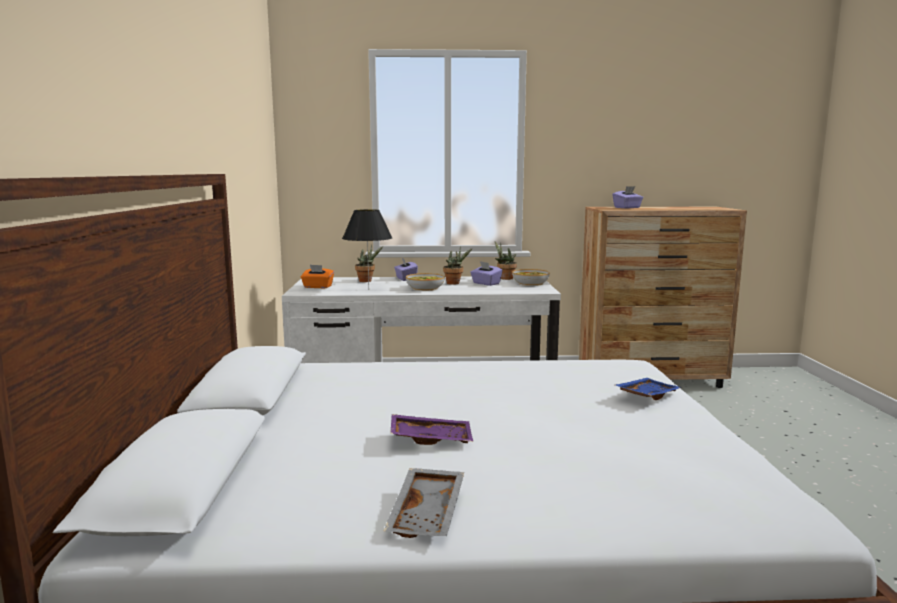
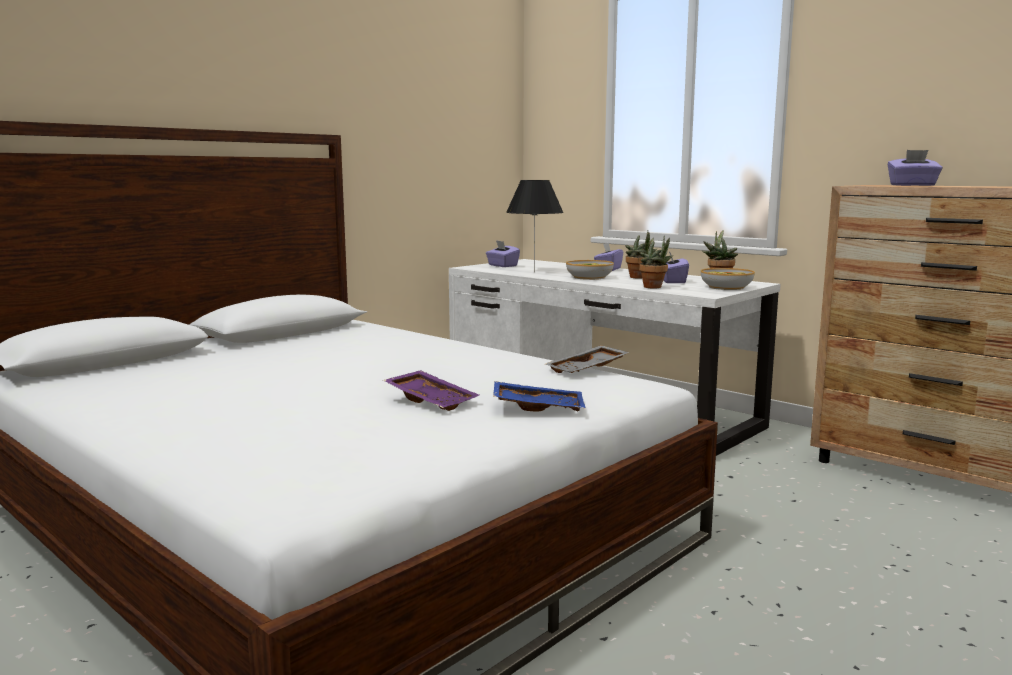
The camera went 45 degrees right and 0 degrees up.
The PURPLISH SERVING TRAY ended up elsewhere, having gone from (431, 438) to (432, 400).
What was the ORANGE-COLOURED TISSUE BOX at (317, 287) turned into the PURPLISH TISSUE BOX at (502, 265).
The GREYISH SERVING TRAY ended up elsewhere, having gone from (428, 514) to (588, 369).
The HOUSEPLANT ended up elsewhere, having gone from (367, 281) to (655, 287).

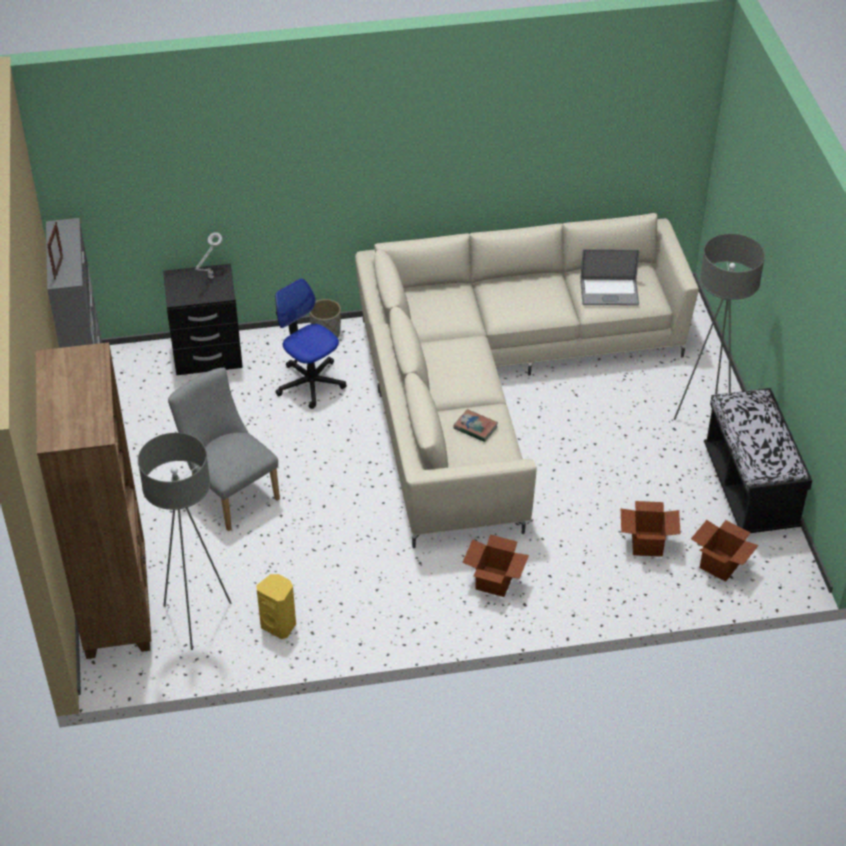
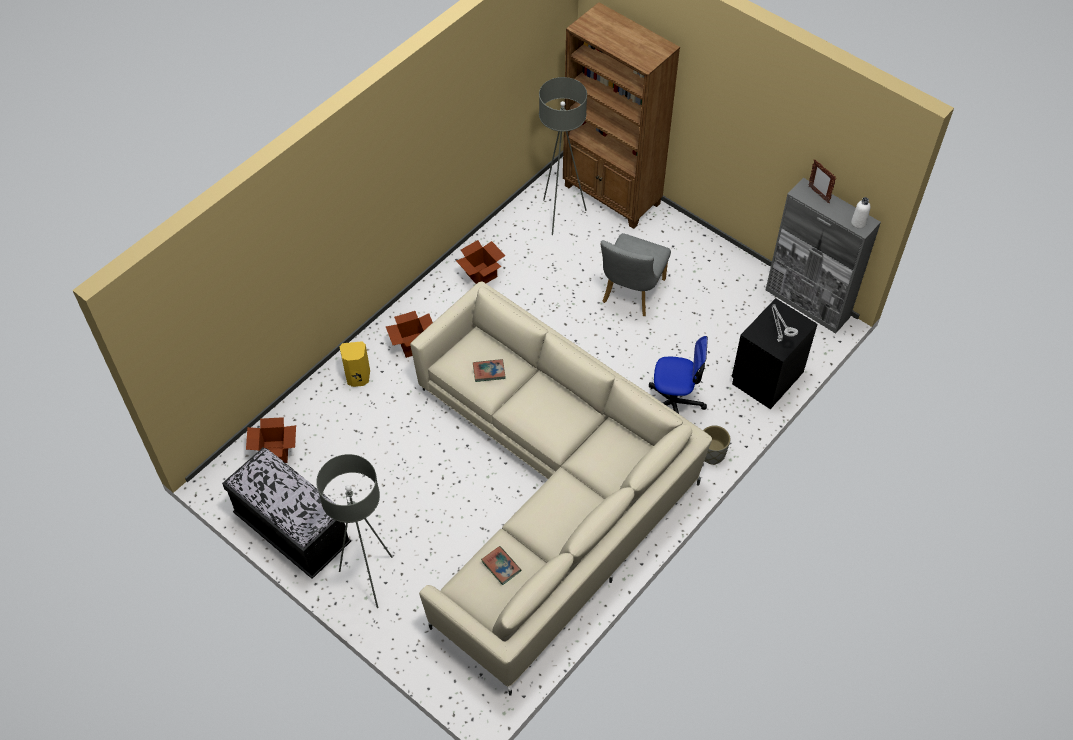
The camera went 140 degrees right and 10 degrees up.
The YELLOW-COLOURED LOUDSPEAKER ended up elsewhere, having gone from (279, 625) to (357, 378).
The PACKING BOX ended up elsewhere, having gone from (647, 544) to (481, 275).
Where the NOTEBOOK COMPUTER stood at (609, 292), the BOUND BOOK came to stand at (501, 566).
The GREYISH UPRIGHT CHAIR at (229, 492) ended up facing another way, 105 degrees clockwise from before.
The second view gained the WHITE DRINK BOTTLE at (858, 223).

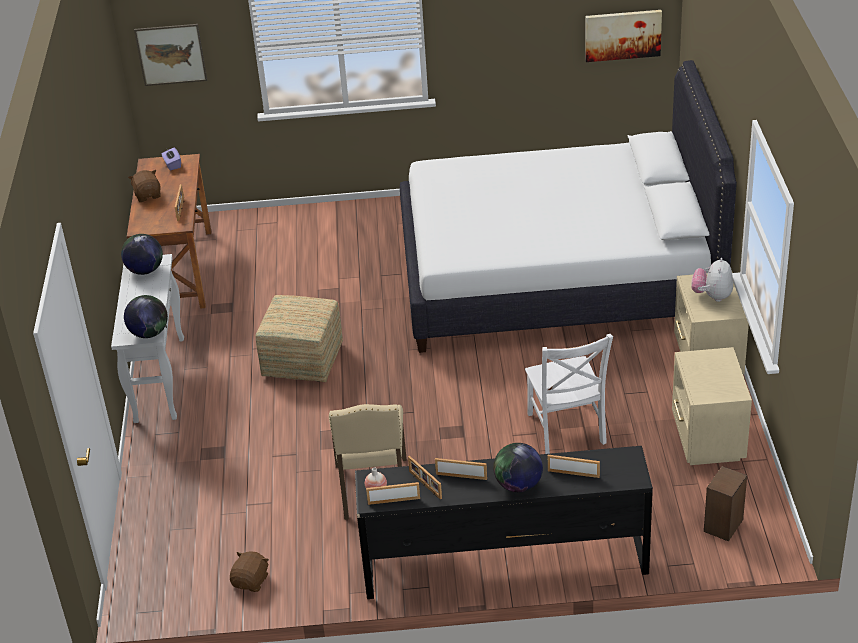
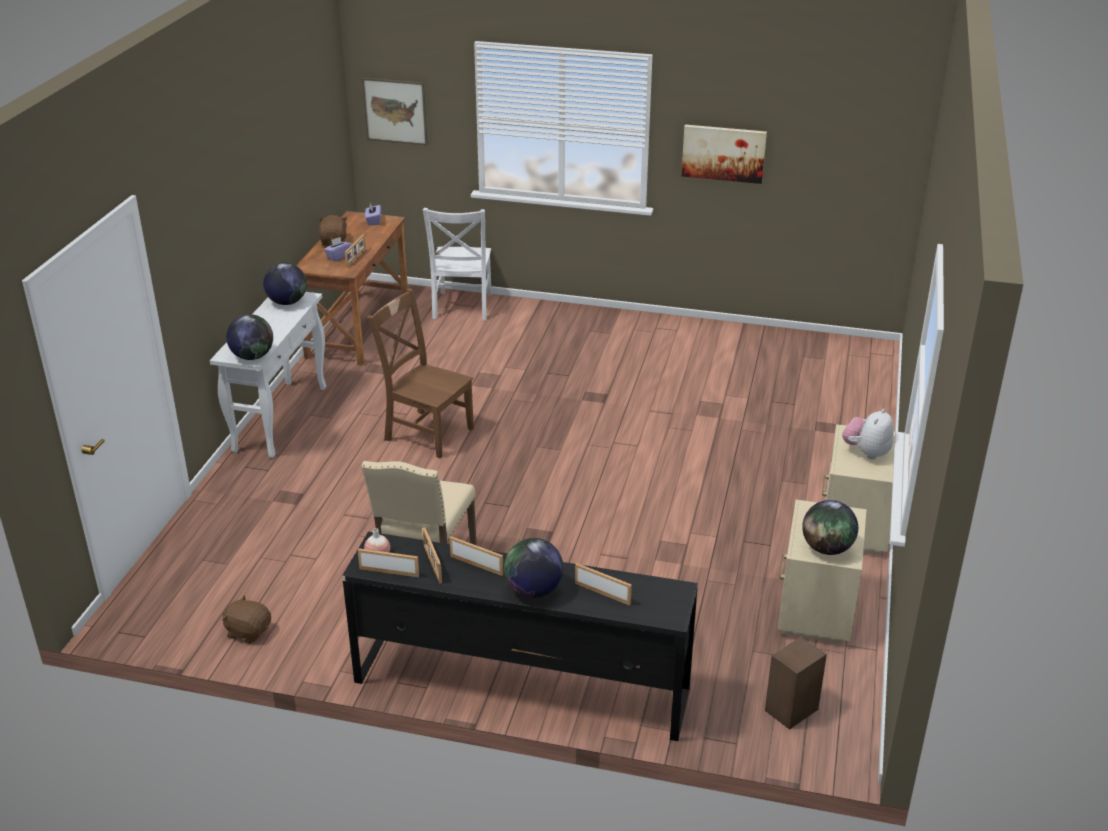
The camera went 15 degrees right and 5 degrees down.
The BROWN CUDDLY TOY at (251, 581) ended up facing another way, 105 degrees counterclockwise from before.
The second view gained the PURPLISH TISSUE BOX at (338, 257).
Where the FOOTREST stood at (302, 360), the BROWN UPRIGHT CHAIR came to stand at (426, 432).
The WHITE UPRIGHT CHAIR ended up elsewhere, having gone from (566, 431) to (462, 307).
The WALL ART ended up elsewhere, having gone from (622, 35) to (723, 153).
The second view gained the GLOBE at (827, 548).
The second view lost the WHITE BEDROOM BED at (556, 276).

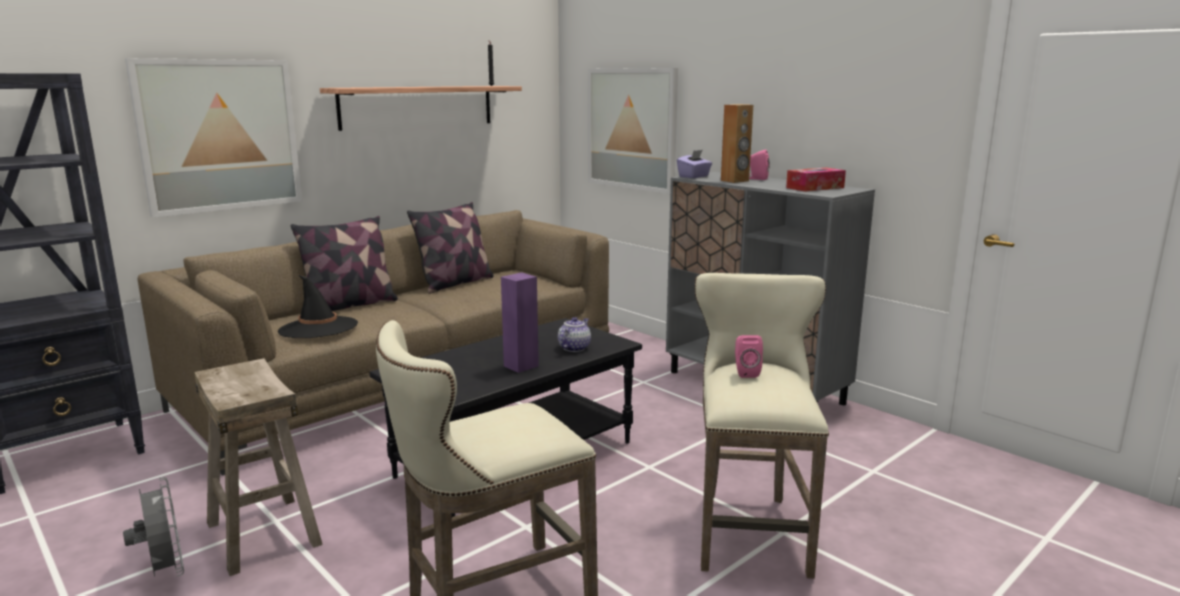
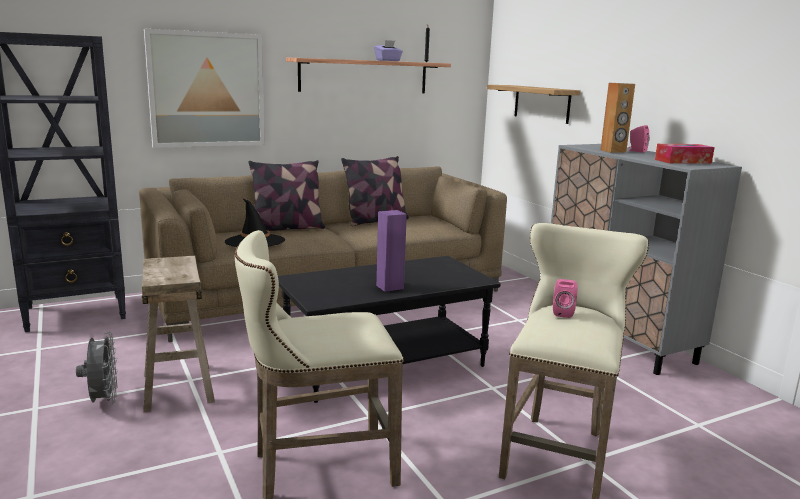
The camera went 15 degrees right and 0 degrees up.
The PURPLISH TISSUE BOX ended up elsewhere, having gone from (694, 176) to (388, 60).
Where the WALL ART hung at (632, 129), the WALL SHELF came to hang at (541, 103).
The second view lost the TEAPOT at (574, 348).

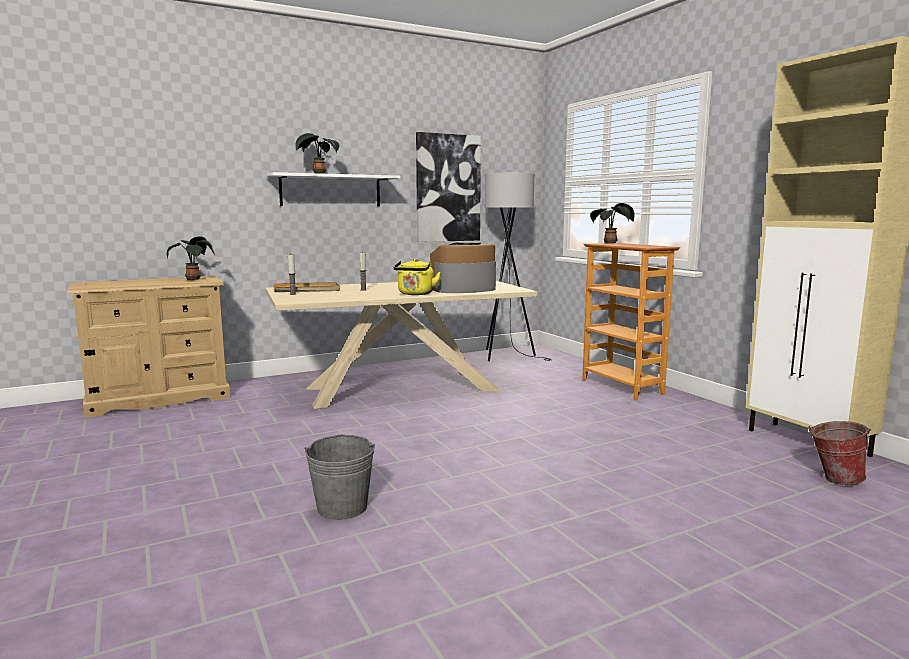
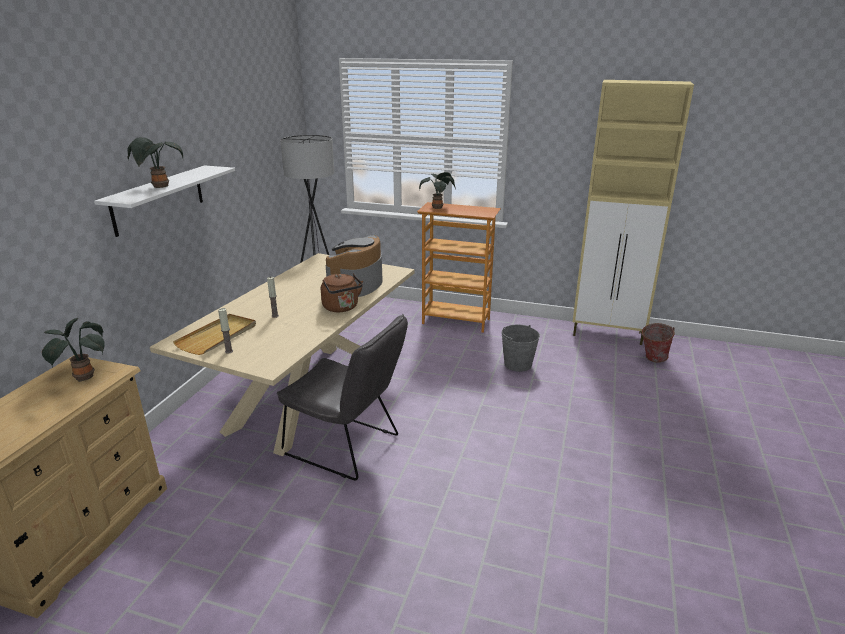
The camera went 45 degrees left and 15 degrees up.
The second view gained the GREYISH UPRIGHT CHAIR at (348, 447).
What was the YELLOW-COLOURED TEA KETTLE at (415, 294) turned into the BROWN TEA KETTLE at (342, 308).
The GREYISH BUCKET ended up elsewhere, having gone from (342, 507) to (517, 364).
The second view lost the WALL ART at (448, 188).

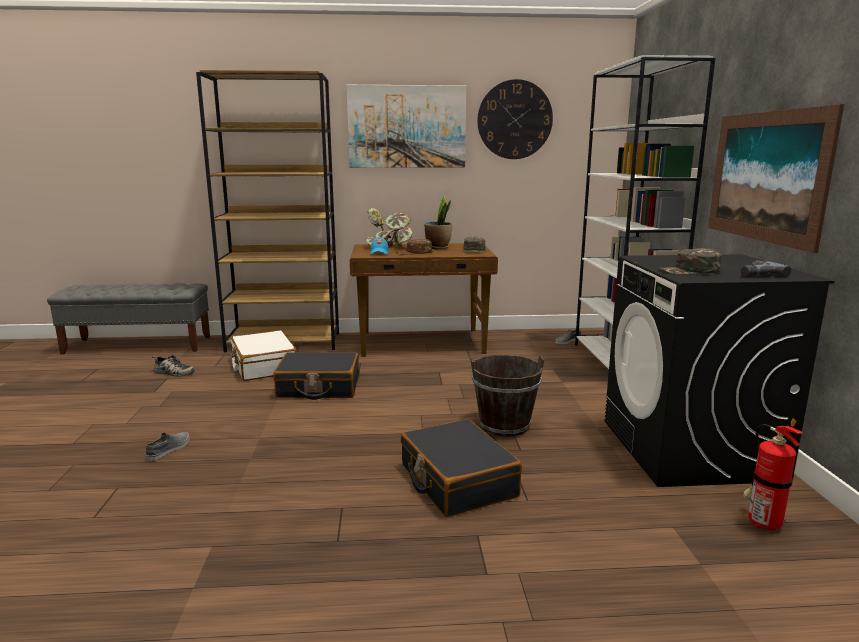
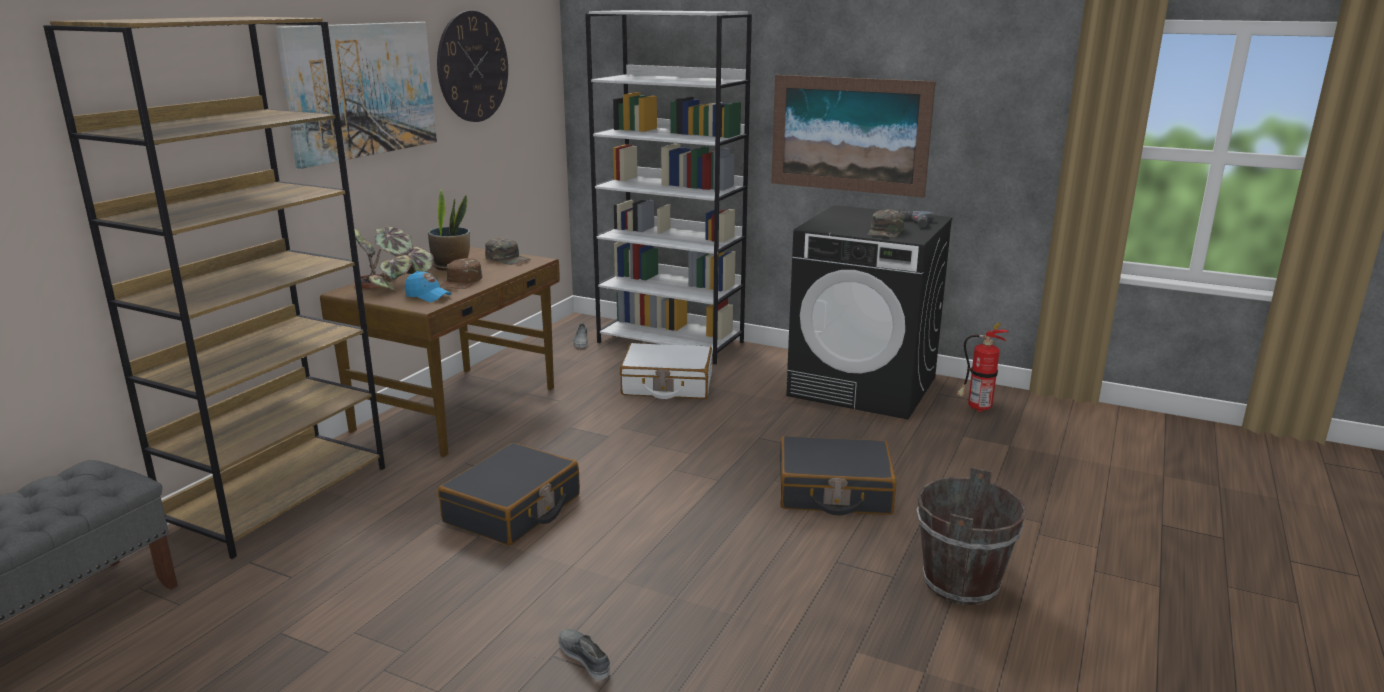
The camera went 60 degrees left and 5 degrees up.
The WHITE PIECE OF LUGGAGE ended up elsewhere, having gone from (264, 366) to (667, 385).
The BROWN BUCKET ended up elsewhere, having gone from (504, 426) to (961, 584).
The second view lost the LOW SHOE at (173, 373).

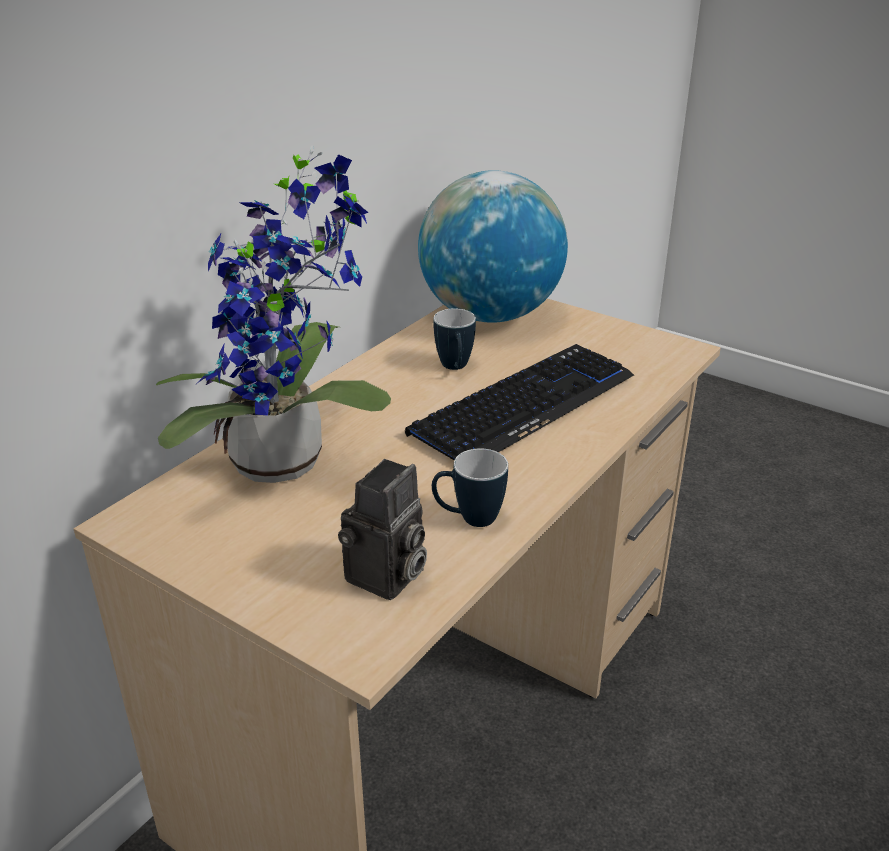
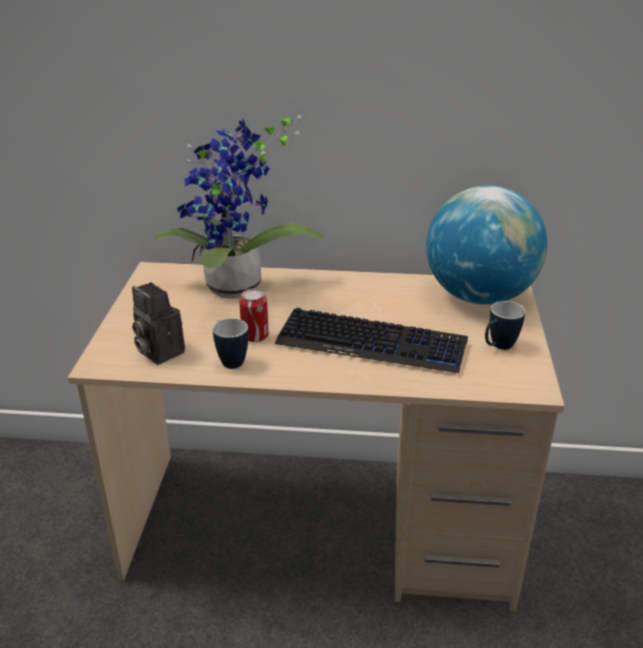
The camera went 60 degrees right and 0 degrees up.
The STILL CAMERA at (386, 578) ended up facing another way, 45 degrees clockwise from before.
The second view gained the METAL CAN at (255, 336).
The MUG ended up elsewhere, having gone from (455, 368) to (498, 347).

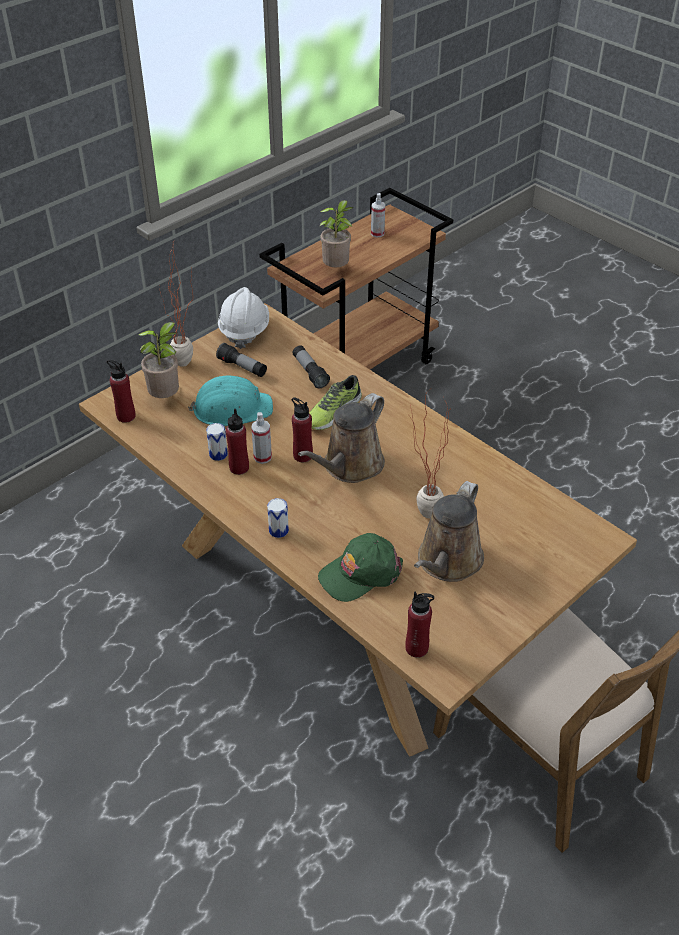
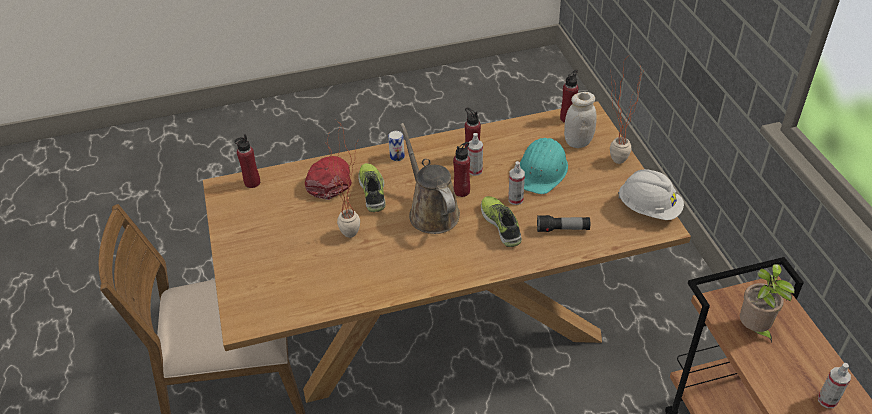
The camera went 120 degrees right and 0 degrees up.
What was the GREEN BASEBALL CAP at (360, 573) turned into the RED-COLOURED BASEBALL CAP at (329, 180).
The second view gained the LOW SHOE at (373, 191).
The second view gained the HAND SPRAYER at (515, 199).
Where the HOUSEPLANT stood at (166, 397), the WHITE PRESERVE JAR came to stand at (578, 142).
The second view lost the METAL CAN at (218, 454).
The second view lost the FLASHLIGHT at (242, 367).
The second view lost the BROWN SPRINKLING CAN at (447, 562).

